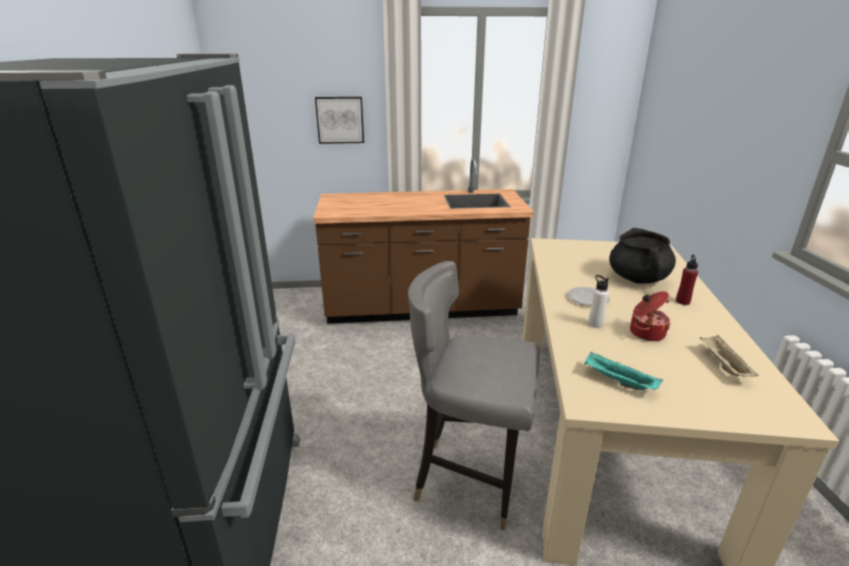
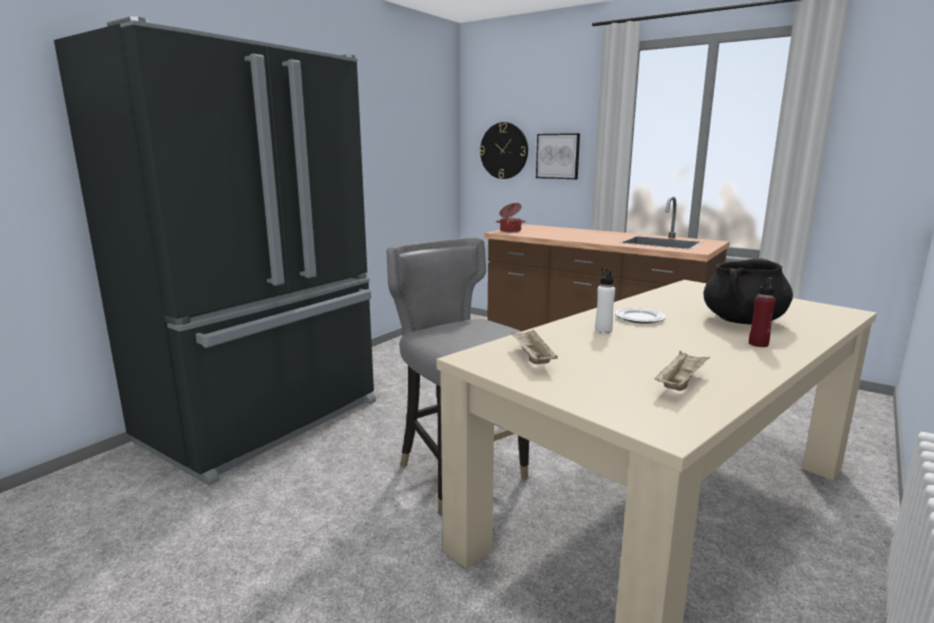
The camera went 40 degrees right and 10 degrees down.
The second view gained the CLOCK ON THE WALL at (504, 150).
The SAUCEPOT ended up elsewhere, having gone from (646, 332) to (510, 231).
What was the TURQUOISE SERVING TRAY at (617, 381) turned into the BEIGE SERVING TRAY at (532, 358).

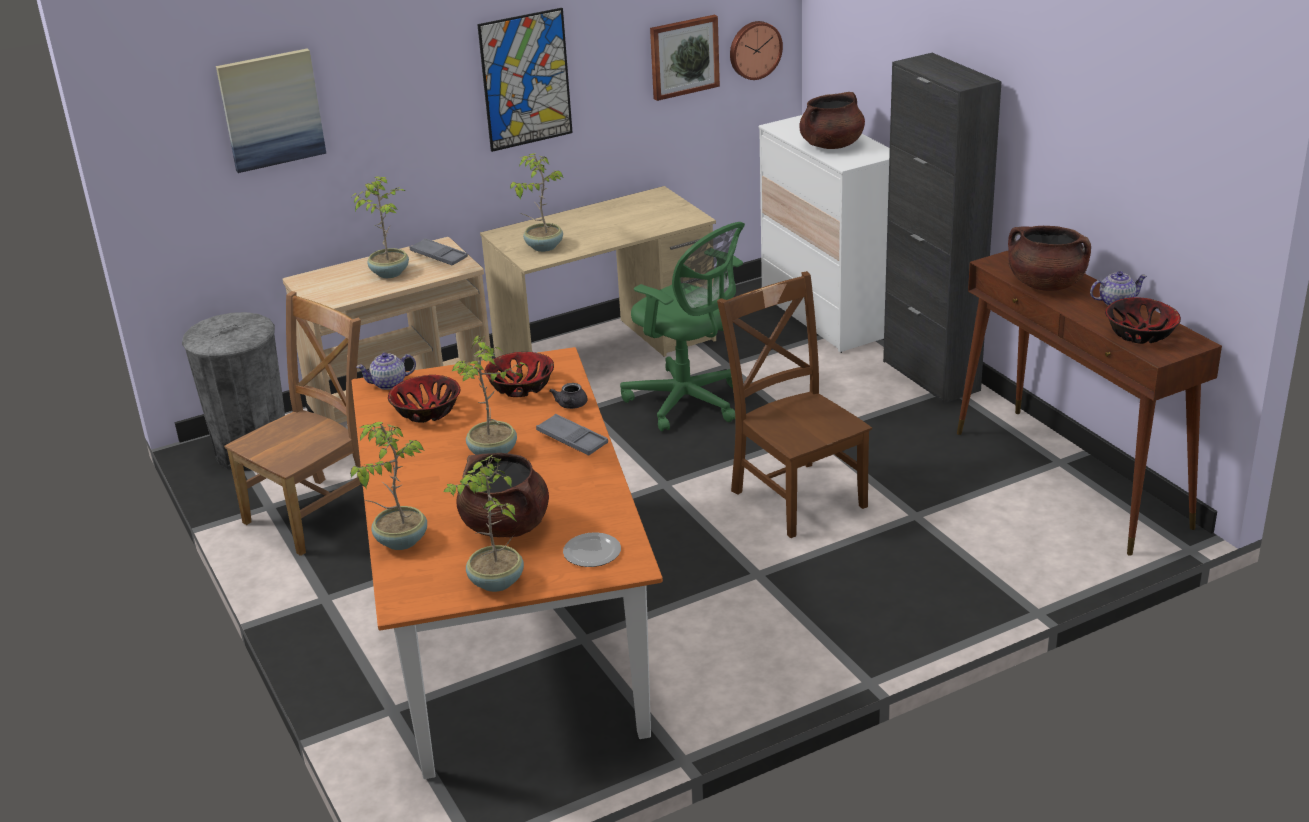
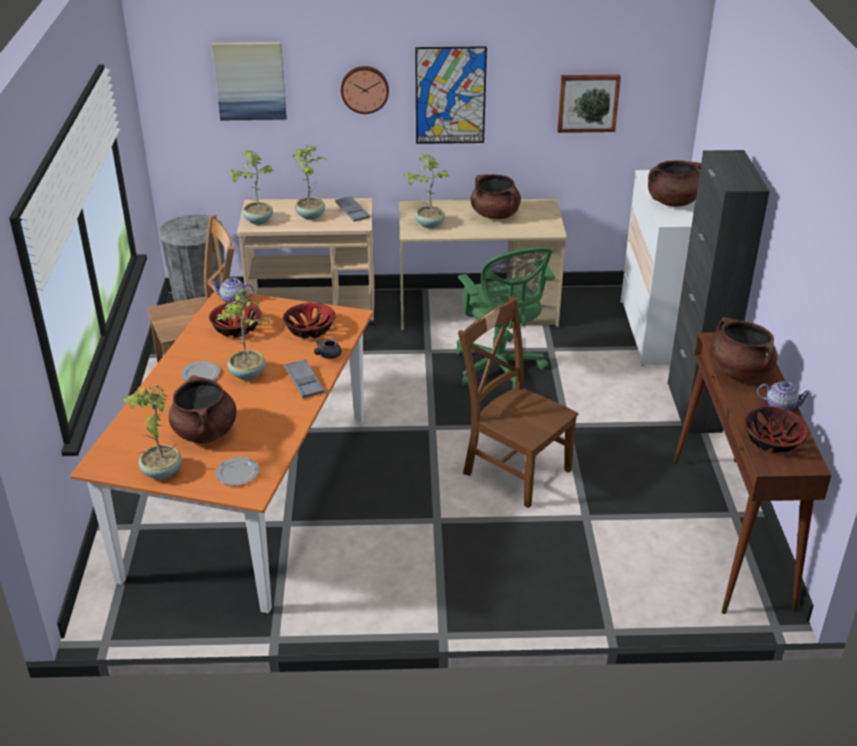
The camera went 25 degrees right and 5 degrees up.
The second view gained the PLATE at (201, 374).
The HOUSEPLANT ended up elsewhere, having gone from (400, 541) to (258, 220).
The CLOCK ON THE WALL ended up elsewhere, having gone from (754, 49) to (364, 89).
The BROWN UPRIGHT CHAIR at (796, 495) ended up facing another way, 45 degrees counterclockwise from before.
The second view gained the BROWN SAUCEPOT at (495, 214).

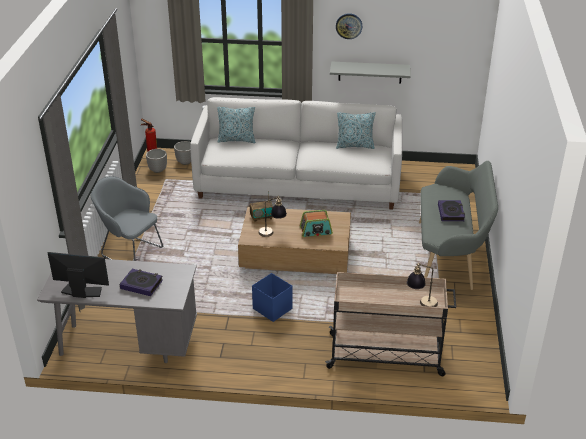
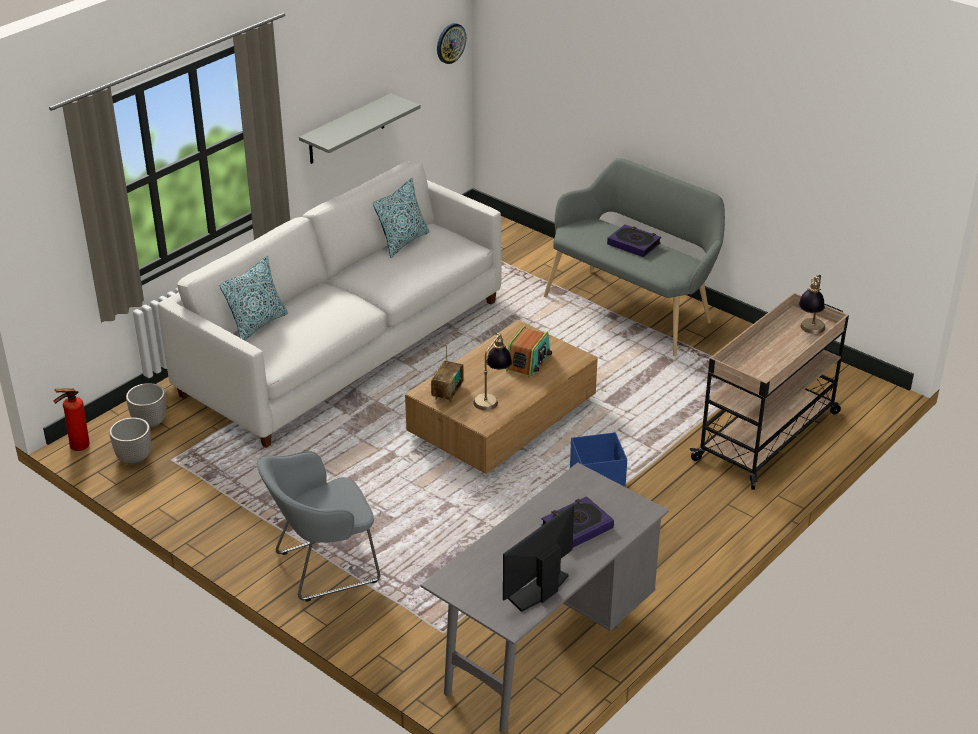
The camera went 55 degrees left and 0 degrees up.
The CLOCK ON THE WALL ended up elsewhere, having gone from (349, 26) to (450, 43).

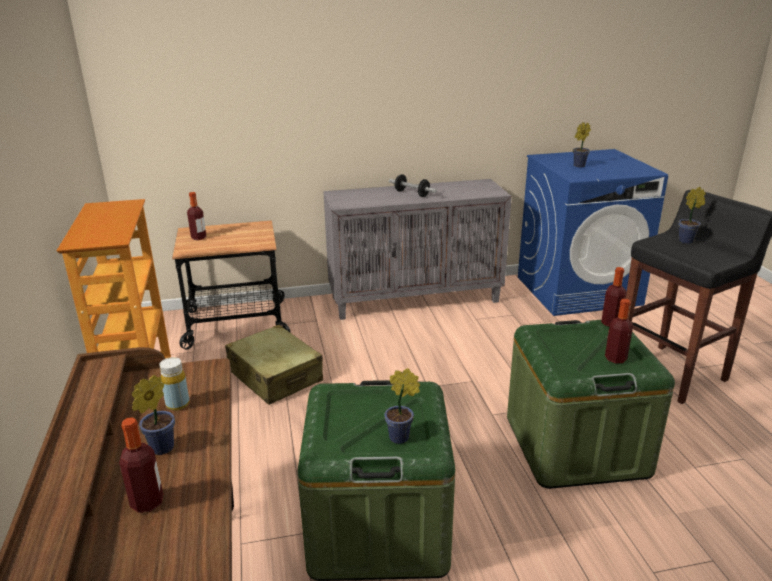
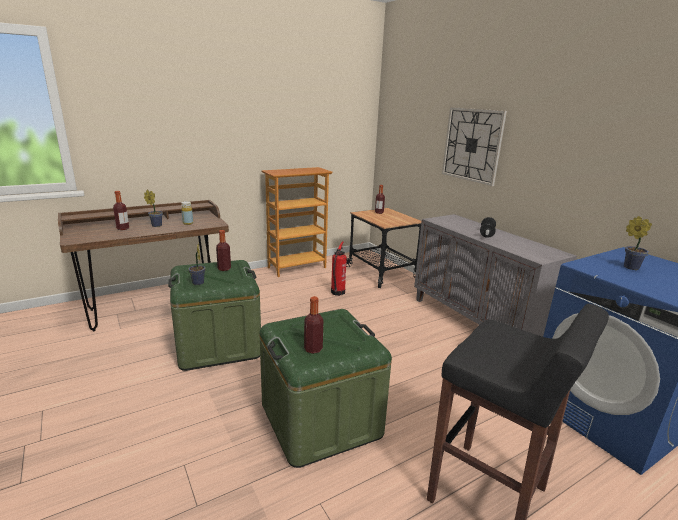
The camera went 70 degrees right and 5 degrees down.
The DRINK BOTTLE ended up elsewhere, having gone from (611, 323) to (224, 269).
Where the BEIGE PIECE OF LUGGAGE stood at (275, 376), the FIRE EXTINGUISHER came to stand at (337, 293).
The second view gained the CLOCK ON THE WALL at (472, 145).
The second view lost the HOUSEPLANT at (687, 241).

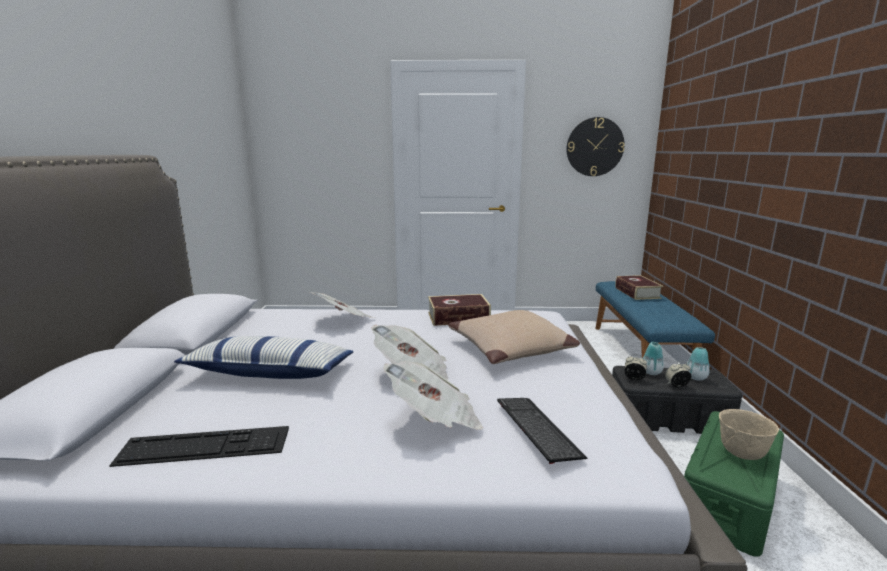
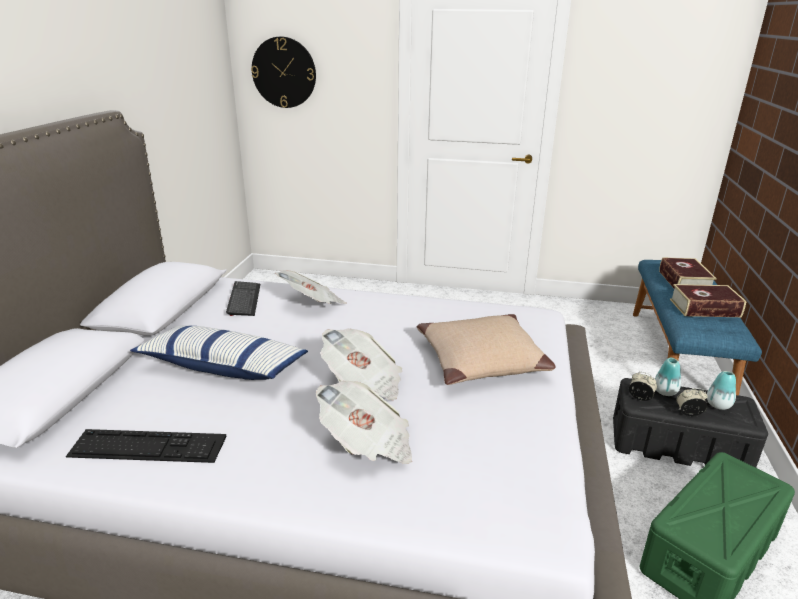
The camera went 10 degrees right and 10 degrees up.
The KEYBOARD ended up elsewhere, having gone from (537, 429) to (244, 300).
The CLOCK ON THE WALL ended up elsewhere, having gone from (594, 147) to (284, 72).
The BOUND BOOK ended up elsewhere, having gone from (458, 317) to (704, 308).
The second view lost the BEIGE SERVING BOWL at (741, 453).

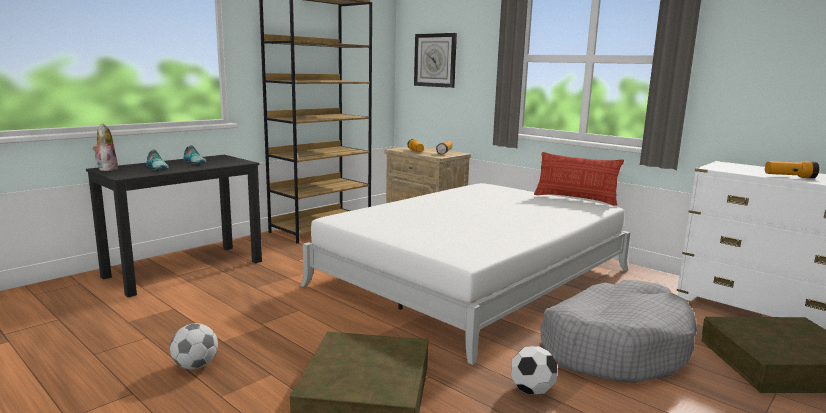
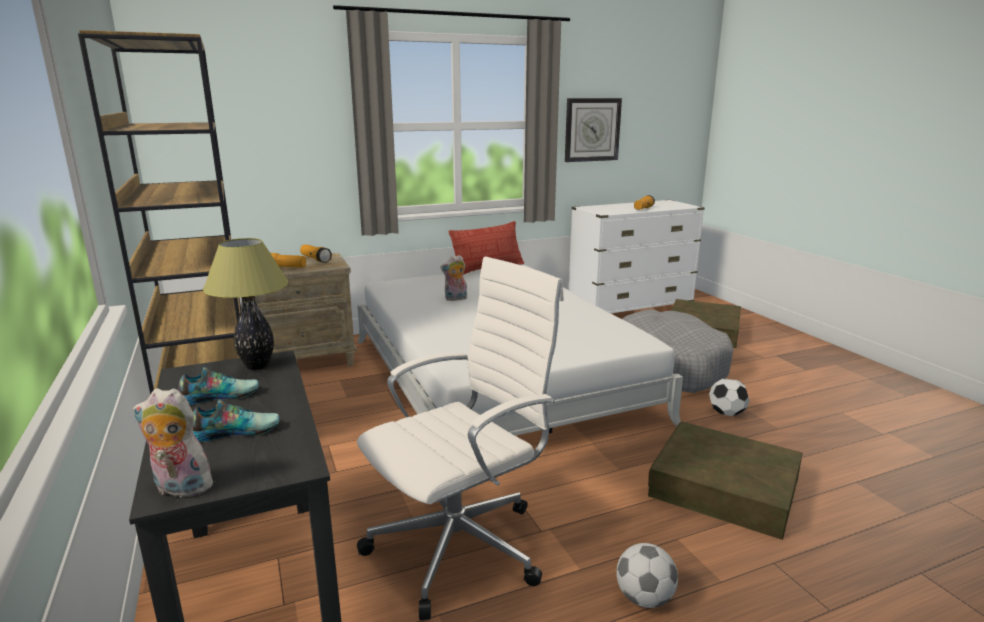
The camera went 65 degrees left and 5 degrees up.
The second view gained the LAMP FOR A TABLE at (258, 366).
The second view gained the WHITE OFFICE CHAIR at (462, 545).
The second view gained the CUDDLY TOY at (455, 299).
The CLOCK ON THE WALL ended up elsewhere, having gone from (435, 60) to (592, 129).

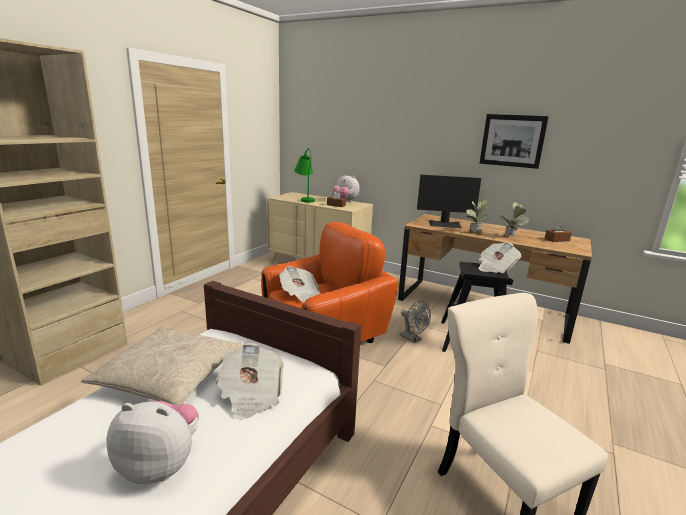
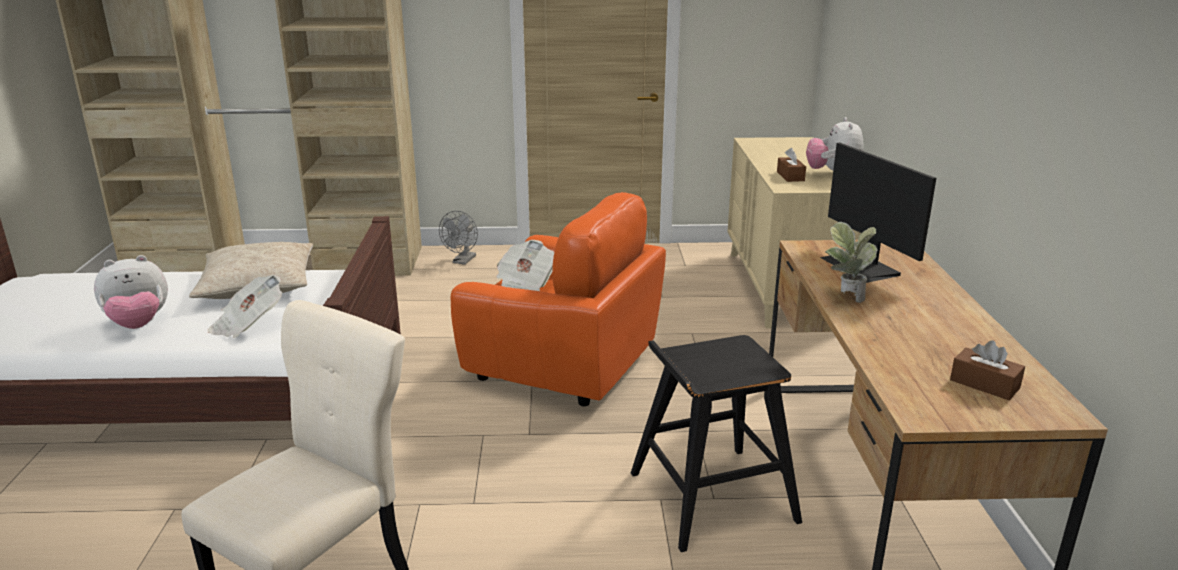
The camera went 60 degrees right and 5 degrees up.
The CUDDLY TOY at (161, 465) ended up facing another way, 90 degrees clockwise from before.
The GREYISH FAN ended up elsewhere, having gone from (413, 339) to (462, 261).
The second view lost the GREEN LAMP FOR A TABLE at (305, 199).
The second view lost the NEWSPAPER at (495, 268).
The second view lost the WALL ART at (512, 140).
The second view lost the HOUSEPLANT at (511, 237).

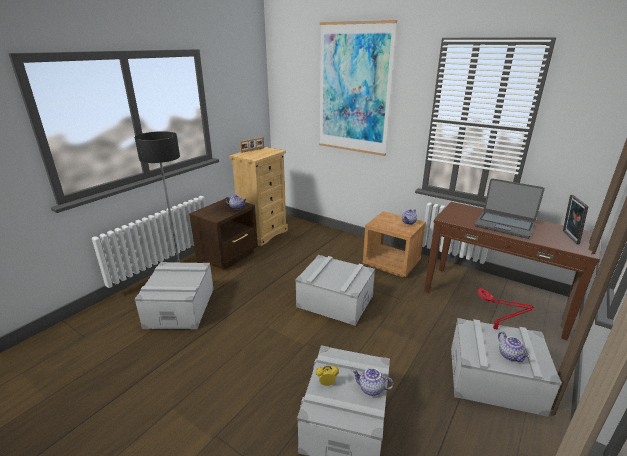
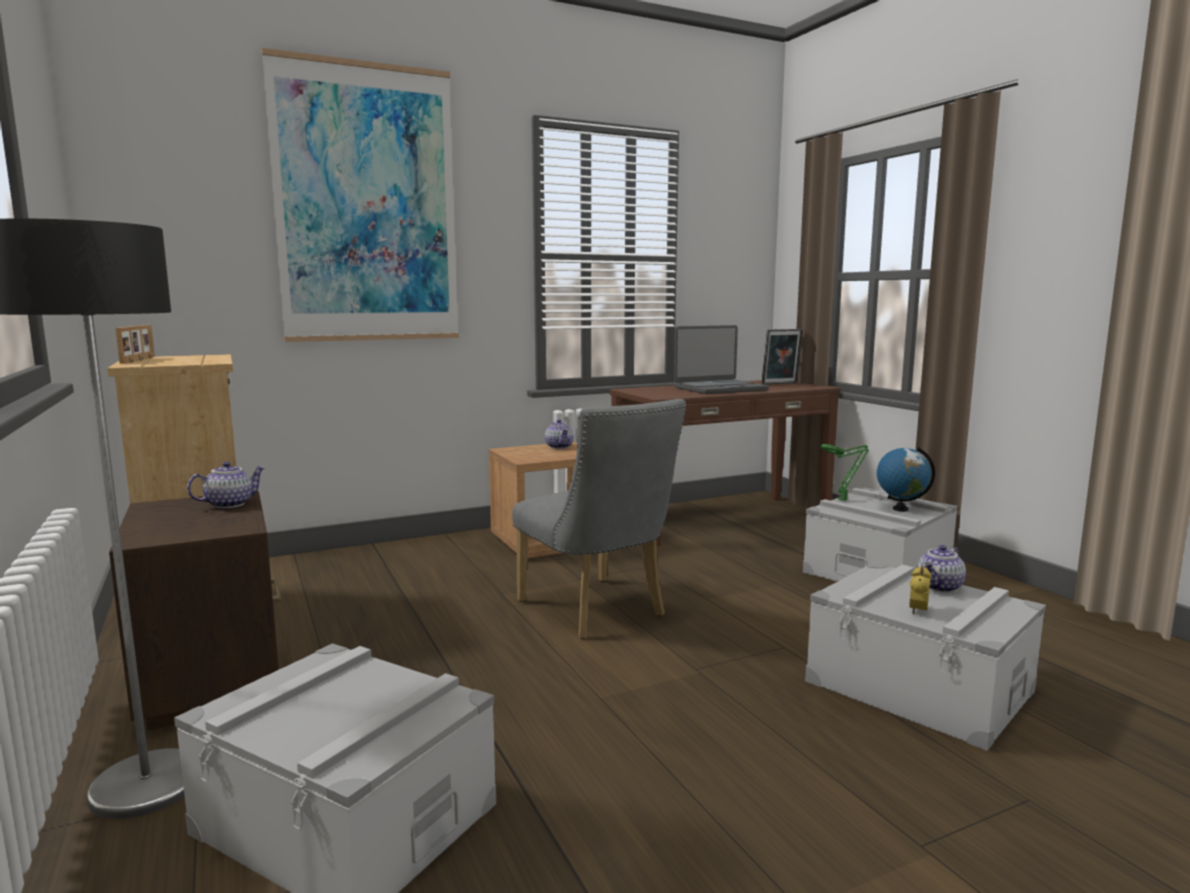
The camera went 60 degrees left and 15 degrees down.
Where the GREYISH STORAGE BIN stood at (335, 301), the GREYISH UPRIGHT CHAIR came to stand at (597, 612).
The STANDING FRAME at (568, 237) ended up facing another way, 60 degrees counterclockwise from before.
What was the RED-COLOURED LAMP FOR A TABLE at (497, 328) turned into the GREEN LAMP FOR A TABLE at (843, 500).
Where the TEAPOT stood at (510, 355), the GLOBE came to stand at (900, 509).

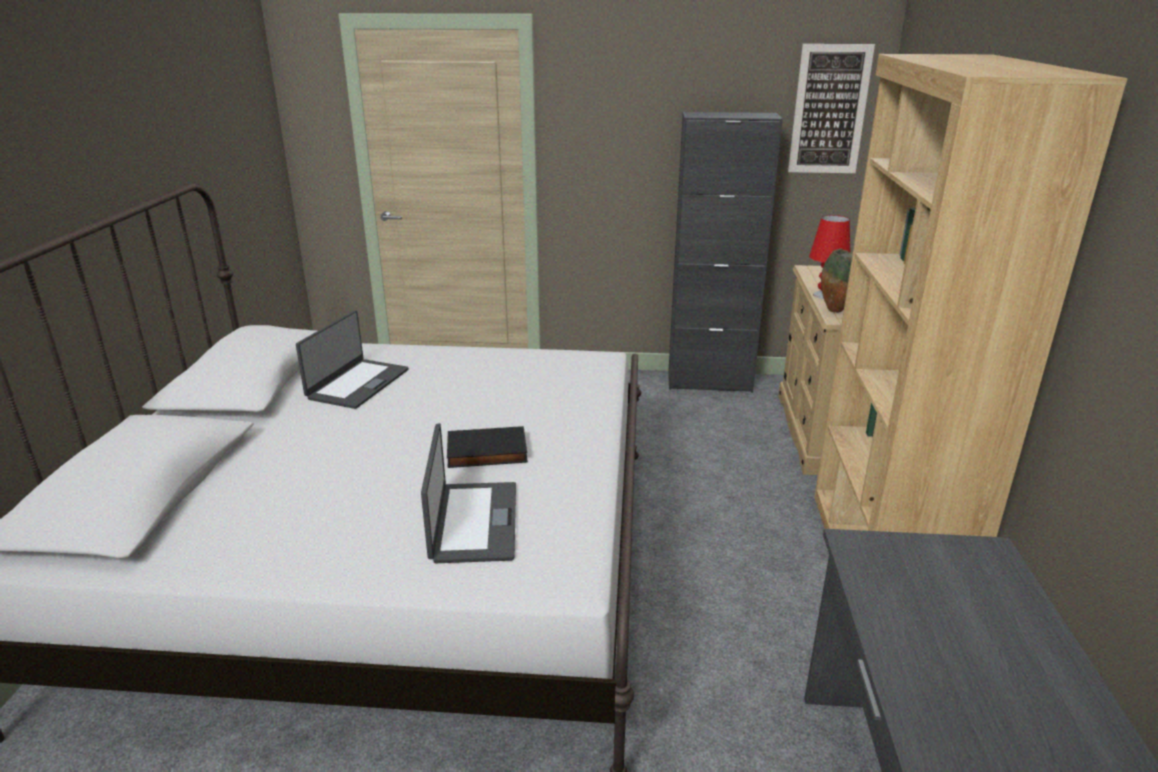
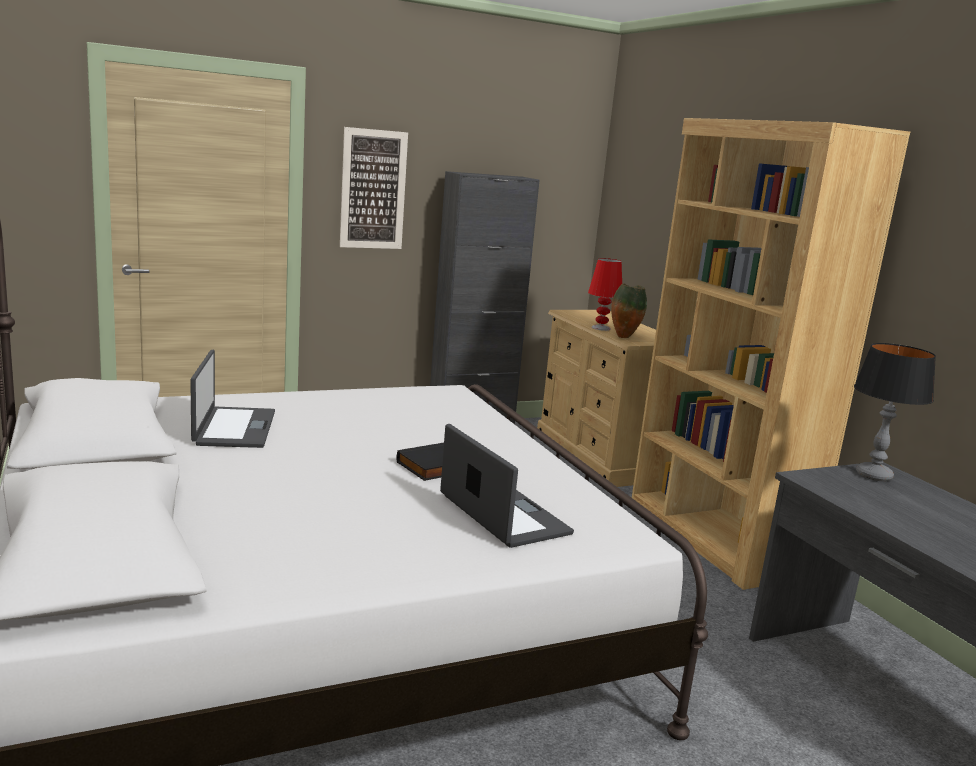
The camera went 30 degrees left and 10 degrees down.
The WALL ART ended up elsewhere, having gone from (829, 110) to (373, 189).
The second view gained the LAMP FOR A TABLE at (874, 475).

